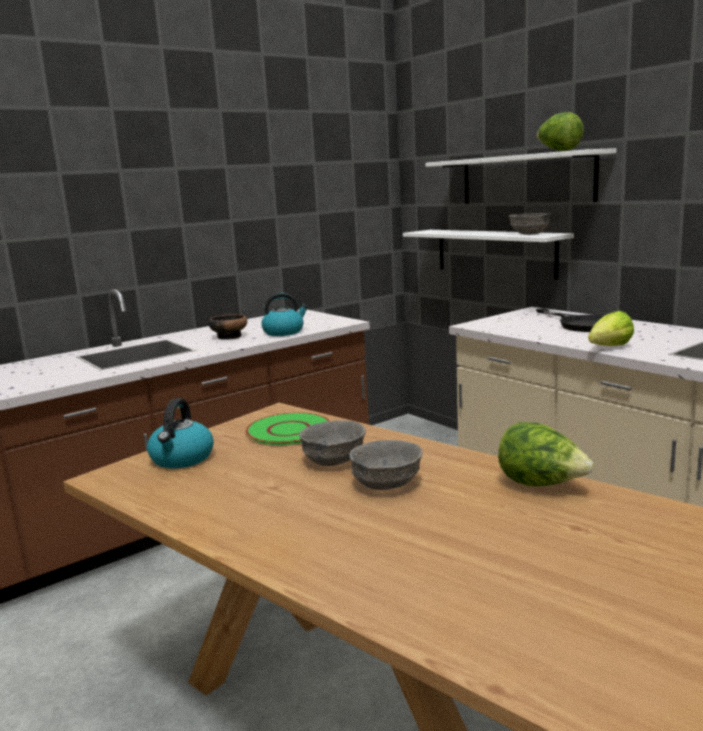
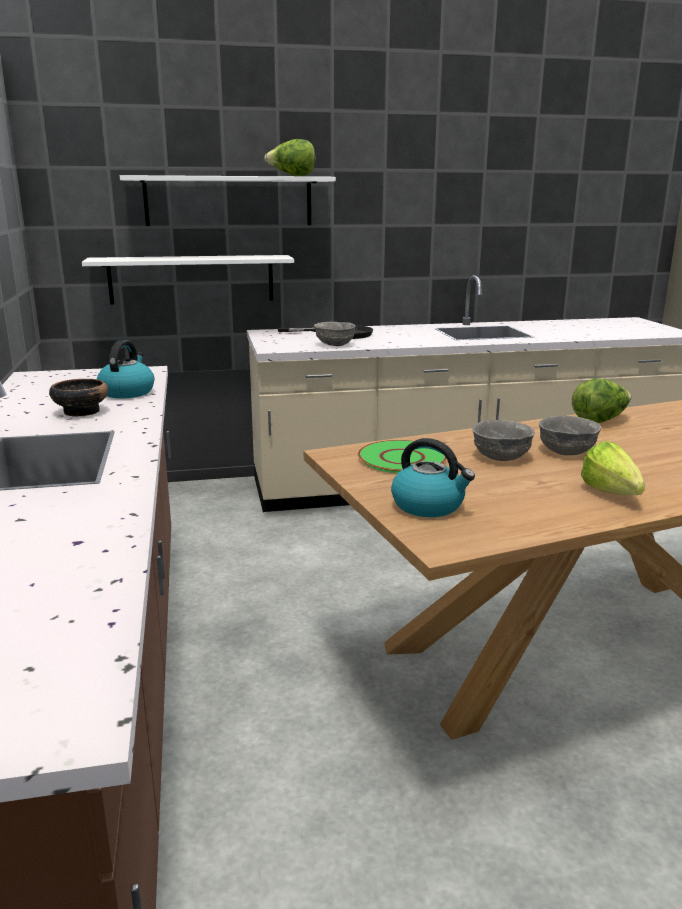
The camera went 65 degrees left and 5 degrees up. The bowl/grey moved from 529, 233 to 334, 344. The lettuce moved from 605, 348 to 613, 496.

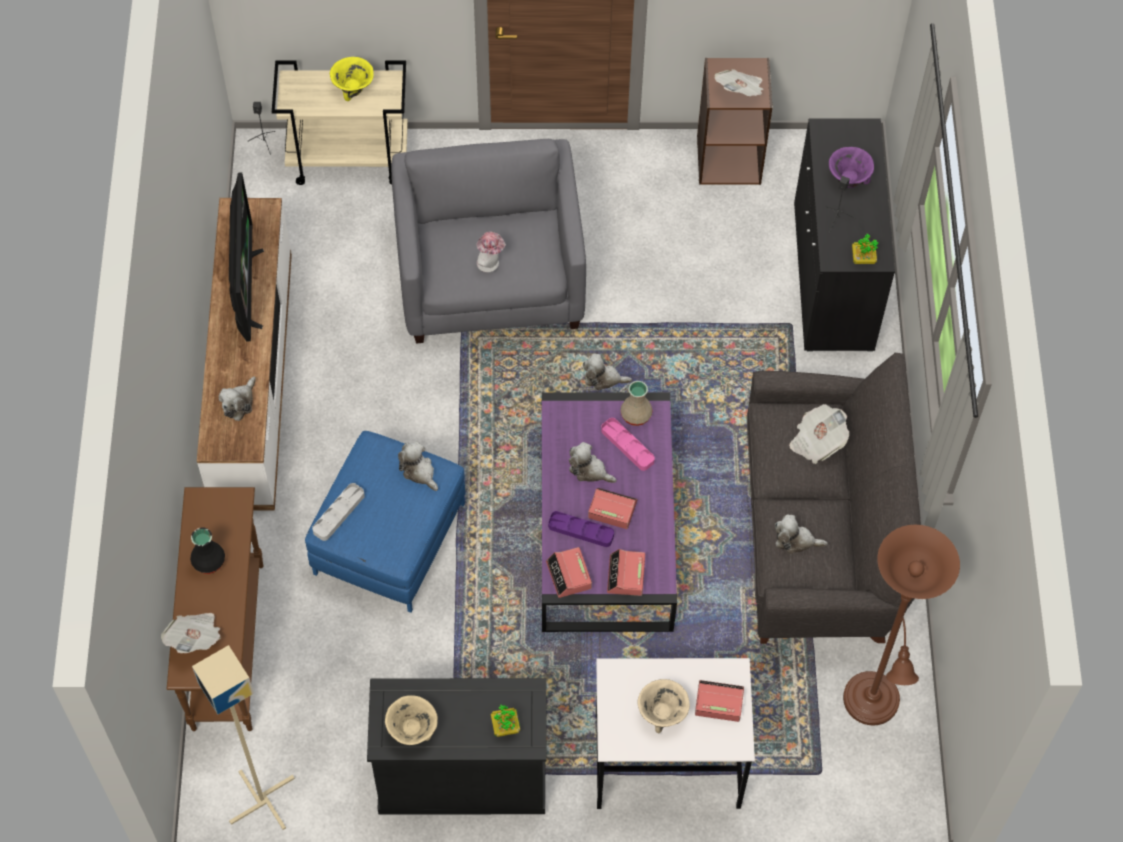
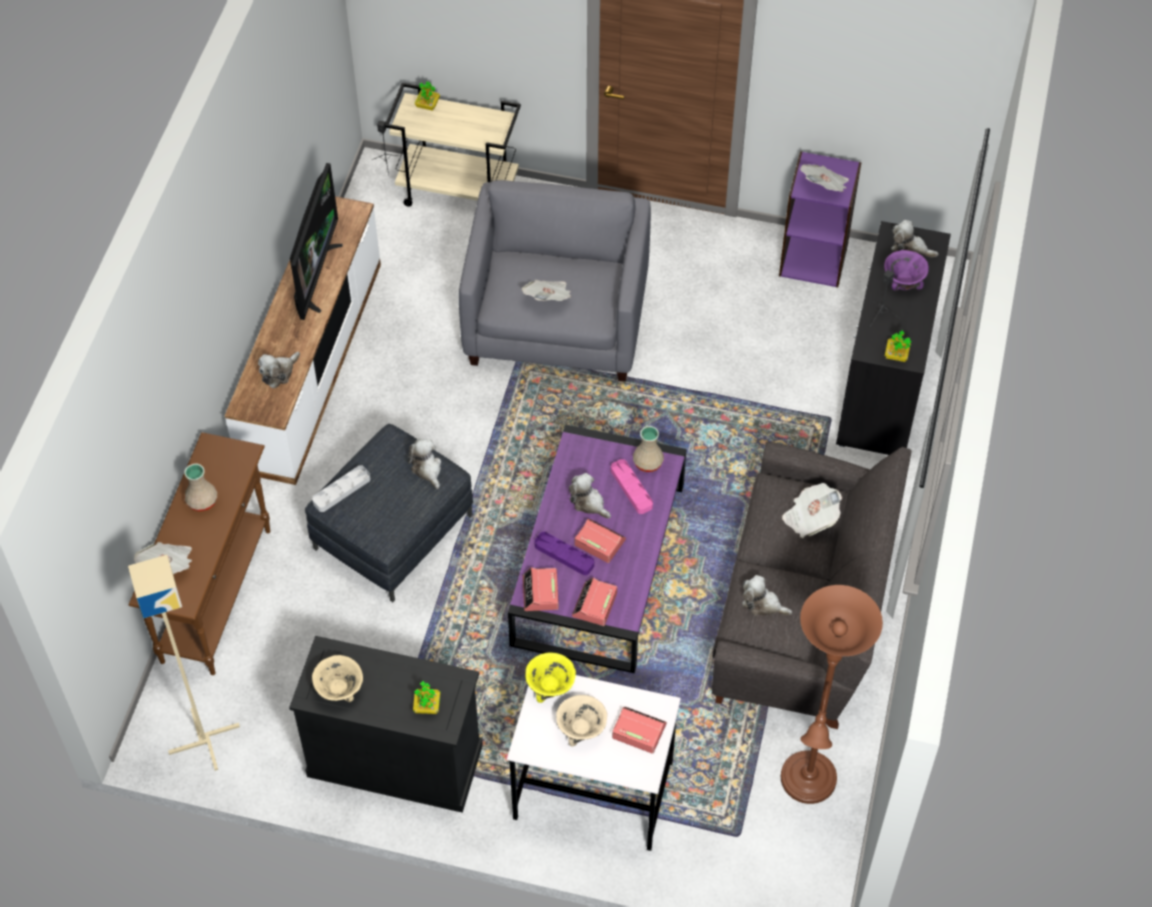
The camera went 15 degrees right and 5 degrees down. The potted plant at 427, 105 appeared. The bowl/yellow moved from 353, 88 to 550, 687. The plush toy moved from 603, 378 to 910, 249. The hat at 490, 264 was replaced by the newspaper at 548, 298. The vase/black at 208, 561 became the vase/beige at 201, 501. The ottoman/blue at 390, 539 became the ottoman/grey at 393, 533. The bookcase/brown at 728, 159 became the bookcase/purple at 814, 259.

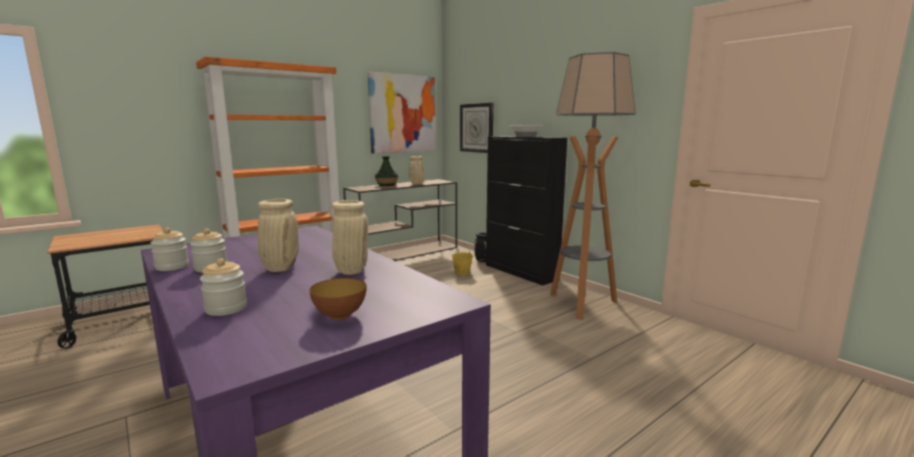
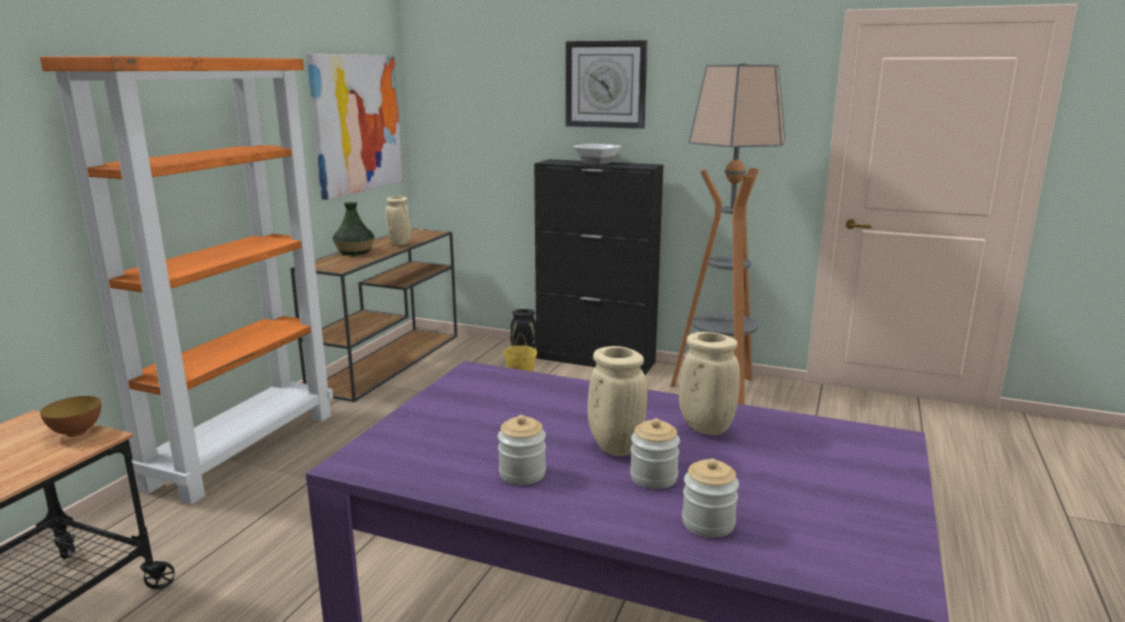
The camera went 30 degrees left and 5 degrees up. The jar moved from 172, 266 to 653, 477. The bowl moved from 340, 316 to 76, 432. The wall clock moved from 476, 128 to 606, 84.

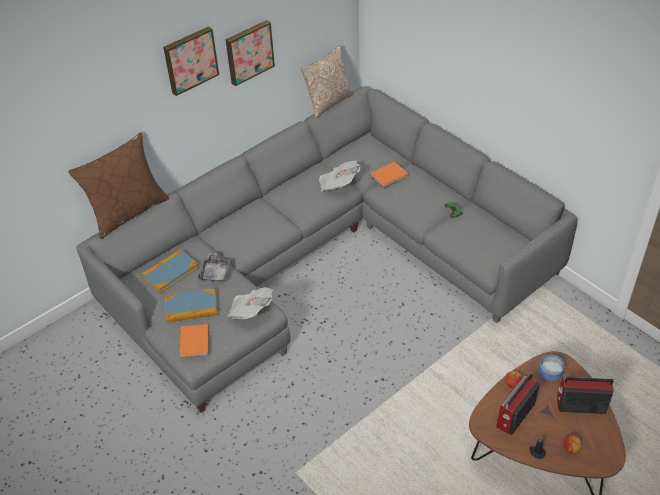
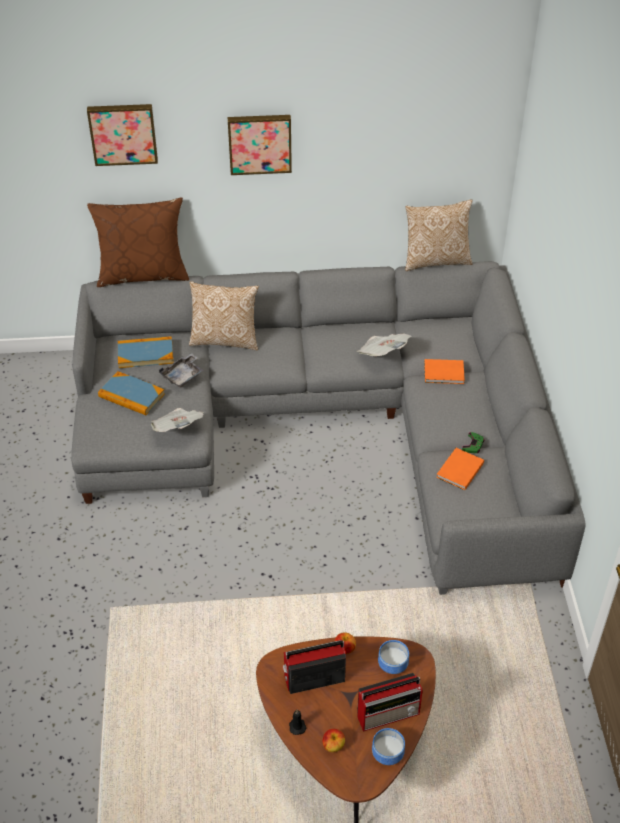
The camera went 35 degrees right and 0 degrees up. The pillow at 225, 340 appeared. The bowl at 388, 752 appeared. The book/orange moved from 194, 343 to 458, 471. The picture moved from 249, 52 to 123, 133. The radio at 580, 405 turned 120 degrees clockwise.

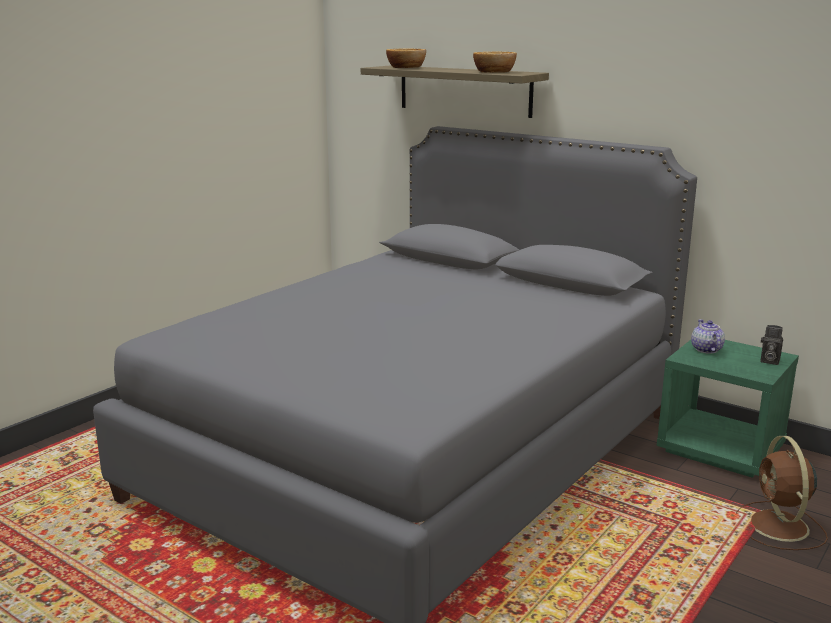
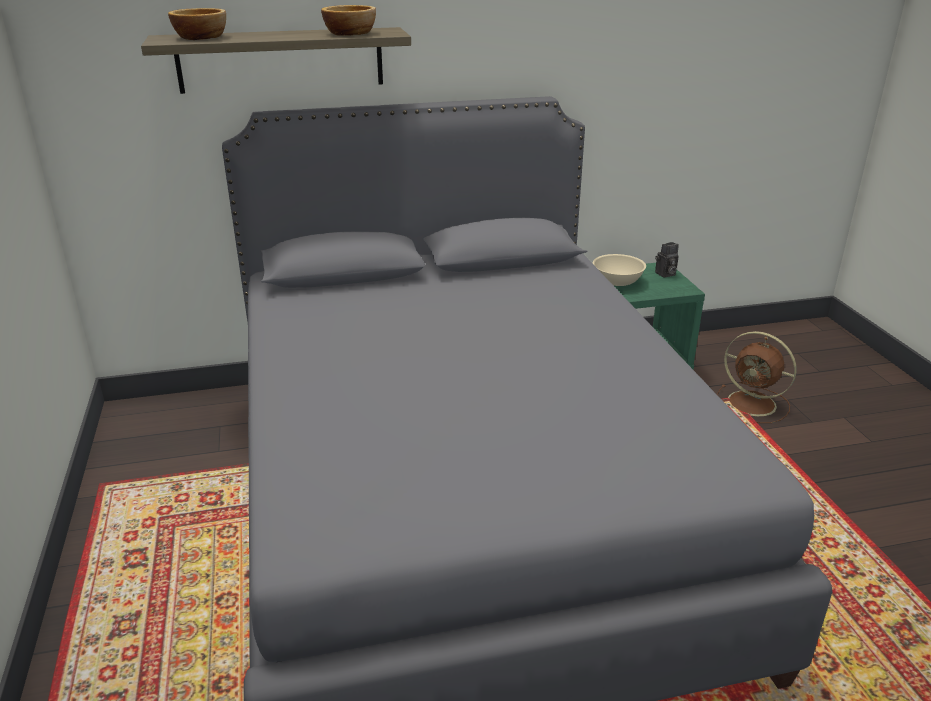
The camera went 50 degrees left and 10 degrees up. The teapot at 706, 349 was replaced by the bowl/beige at 617, 282.

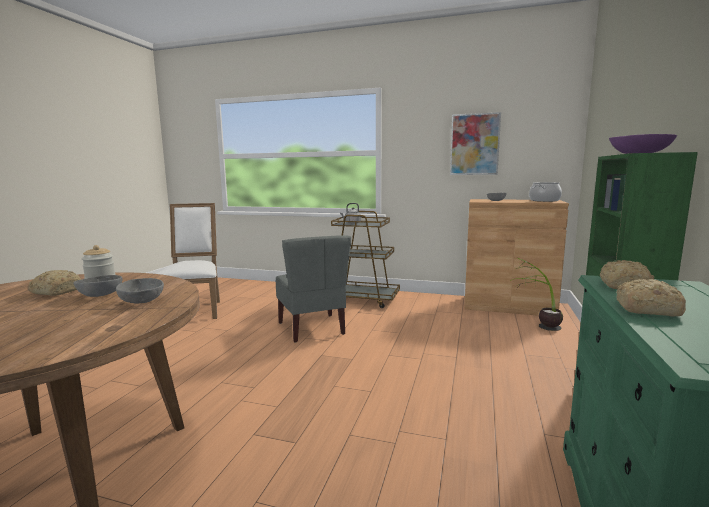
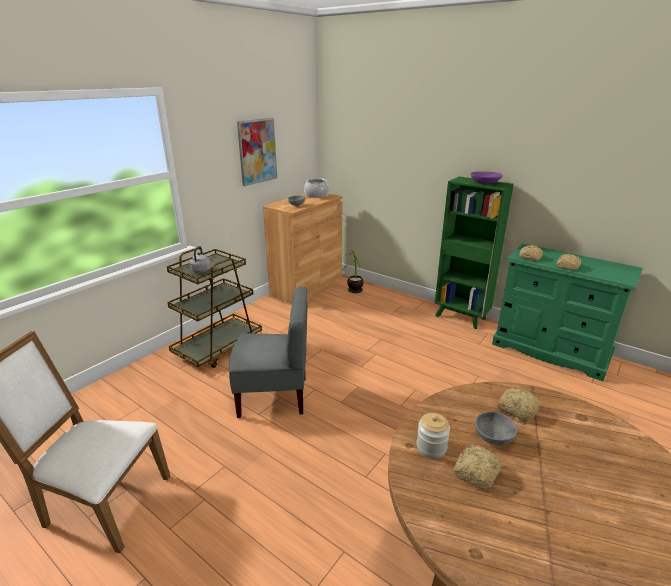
The camera went 70 degrees left and 15 degrees up. The bowl/grey at 143, 301 was replaced by the bread at 516, 409.

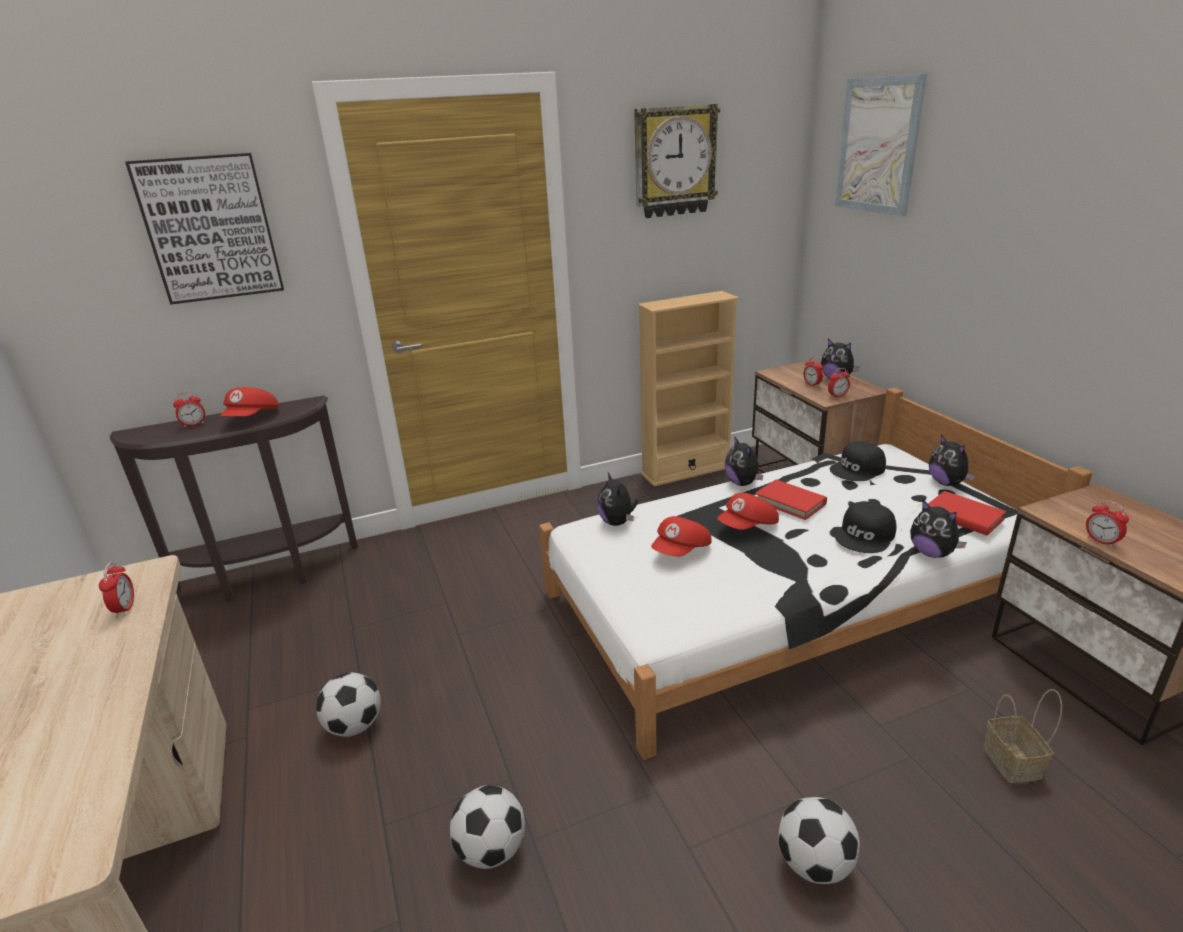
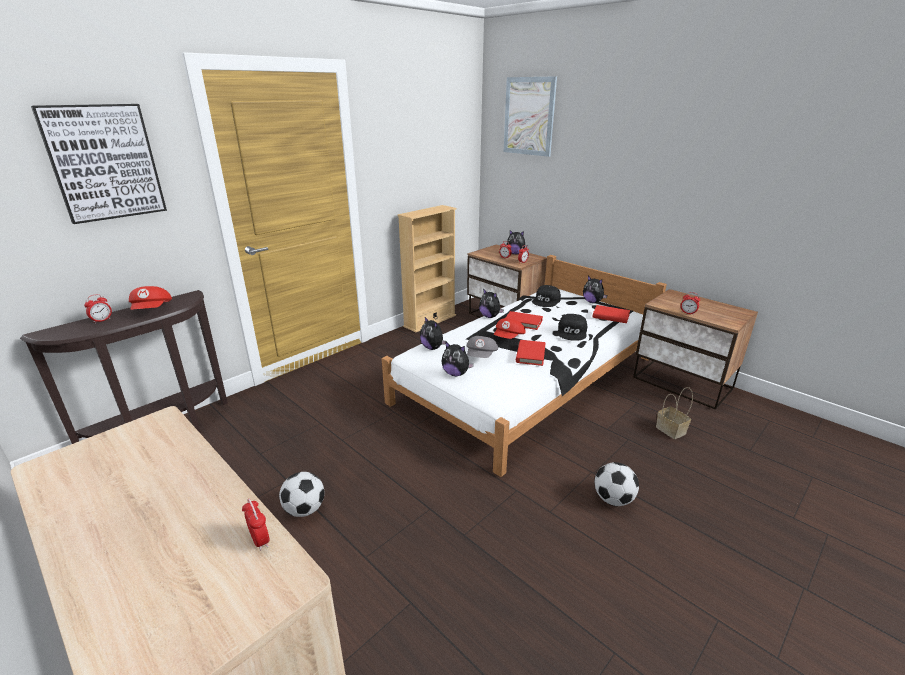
The camera went 25 degrees left and 0 degrees up. The football at 491, 850 disappeared. The wall clock at 674, 161 disappeared. The book/red at 530, 355 appeared. The alarm clock moved from 125, 608 to 260, 540. The plush toy moved from 932, 553 to 456, 374. The cap/red at 681, 551 became the cap/grey at 481, 356.

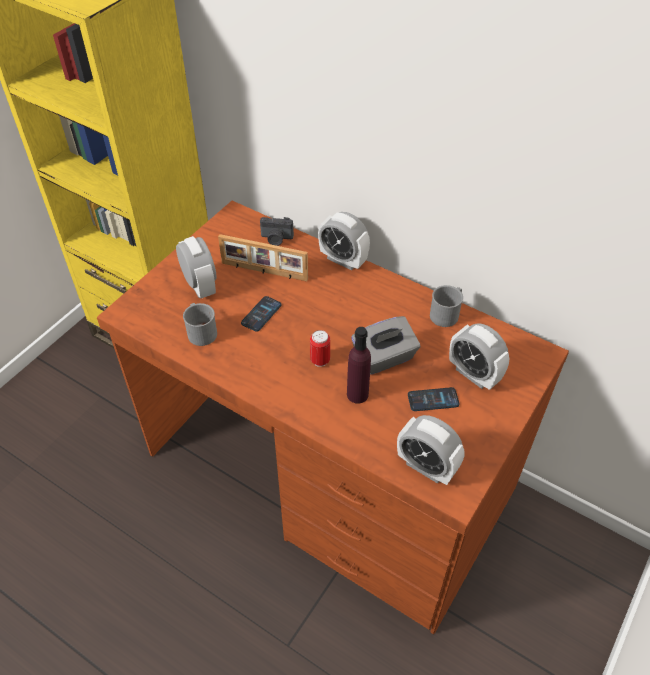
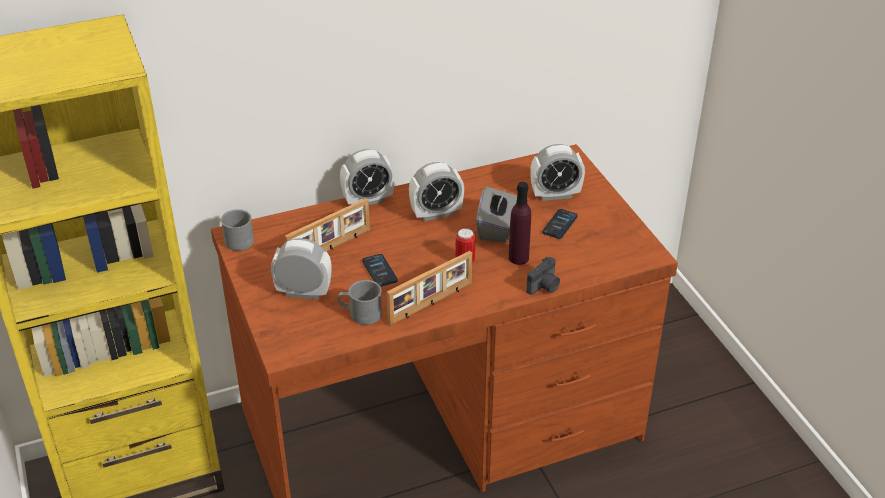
The camera went 55 degrees left and 10 degrees down. The picture frame at 431, 303 appeared. The photo camera moved from 276, 239 to 544, 287. The alarm clock moved from 426, 467 to 436, 213. The mug/grey moved from 446, 313 to 238, 239.

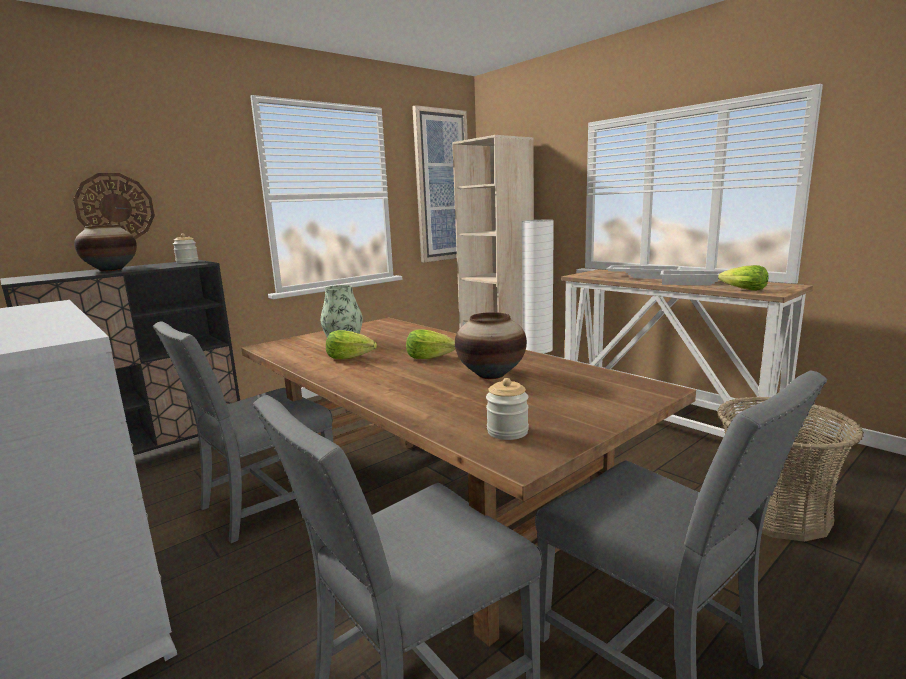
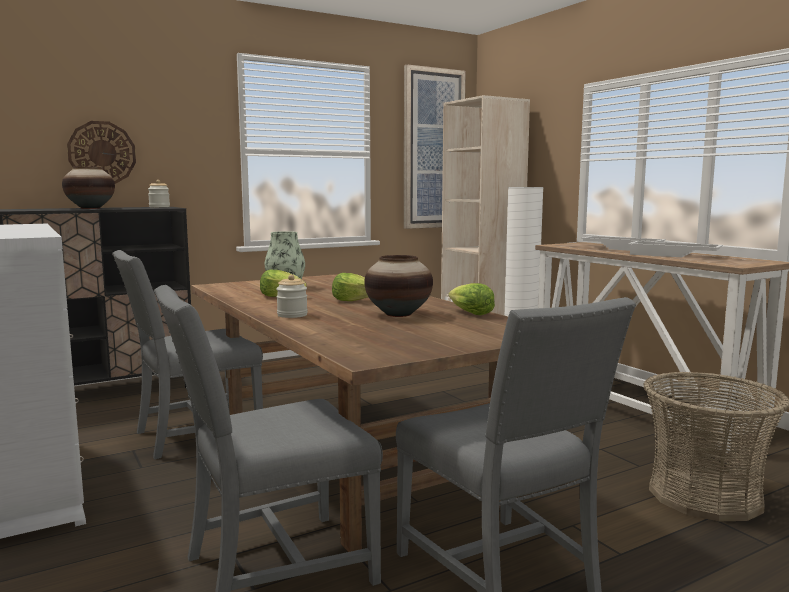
The camera went 10 degrees right and 5 degrees down. The jar moved from 507, 431 to 292, 315. The lettuce moved from 743, 290 to 469, 313.

